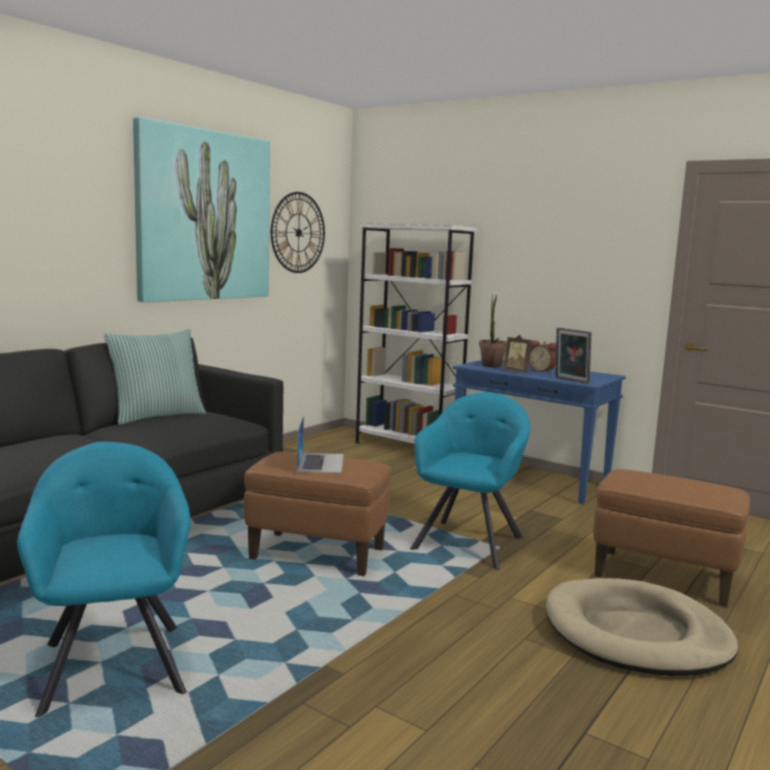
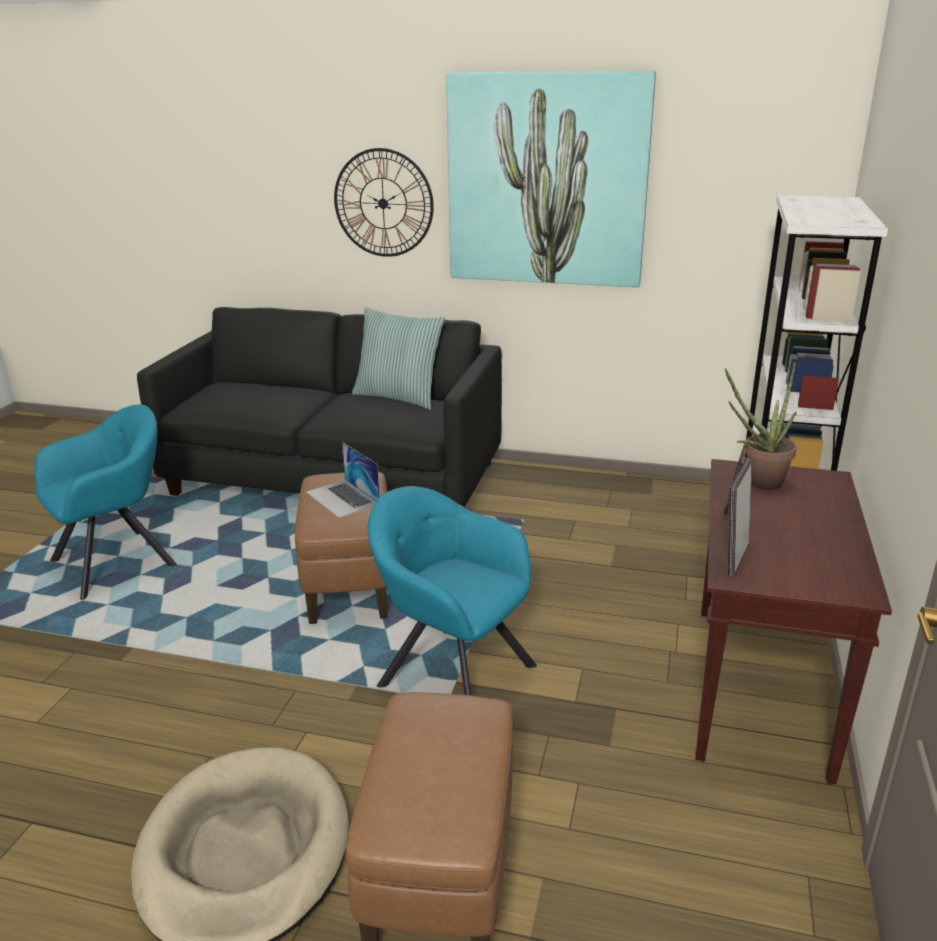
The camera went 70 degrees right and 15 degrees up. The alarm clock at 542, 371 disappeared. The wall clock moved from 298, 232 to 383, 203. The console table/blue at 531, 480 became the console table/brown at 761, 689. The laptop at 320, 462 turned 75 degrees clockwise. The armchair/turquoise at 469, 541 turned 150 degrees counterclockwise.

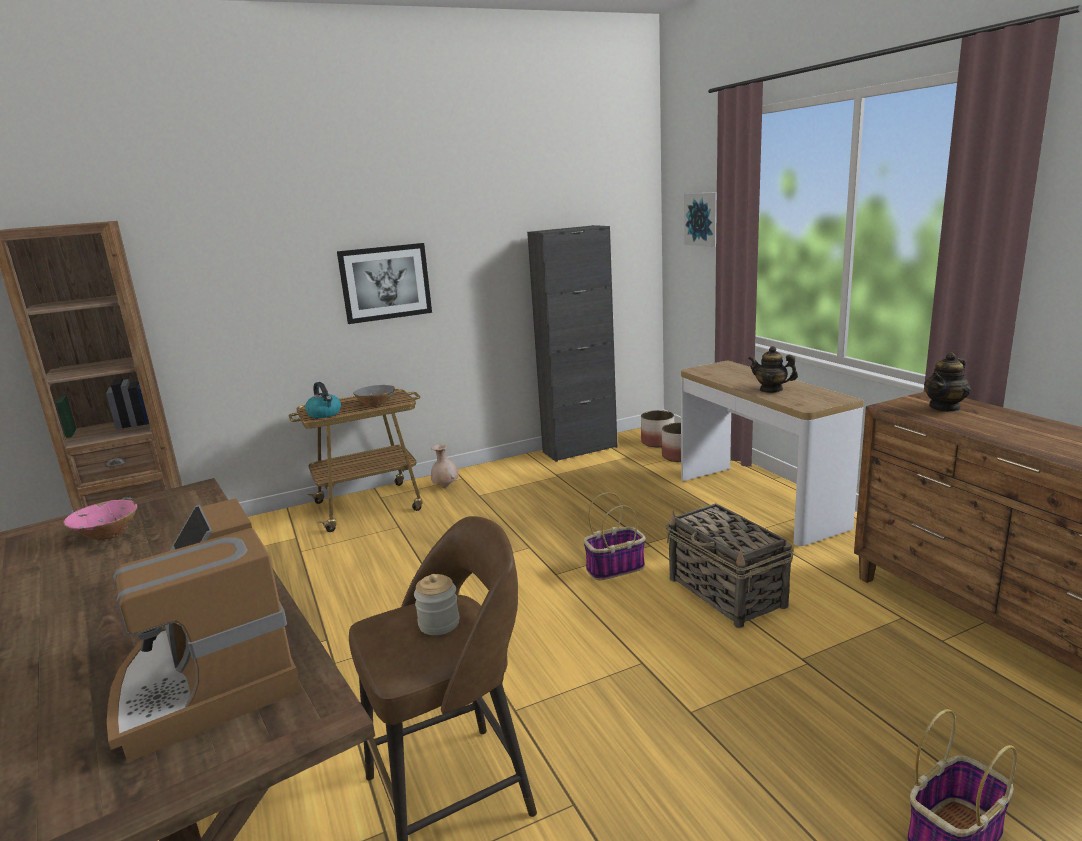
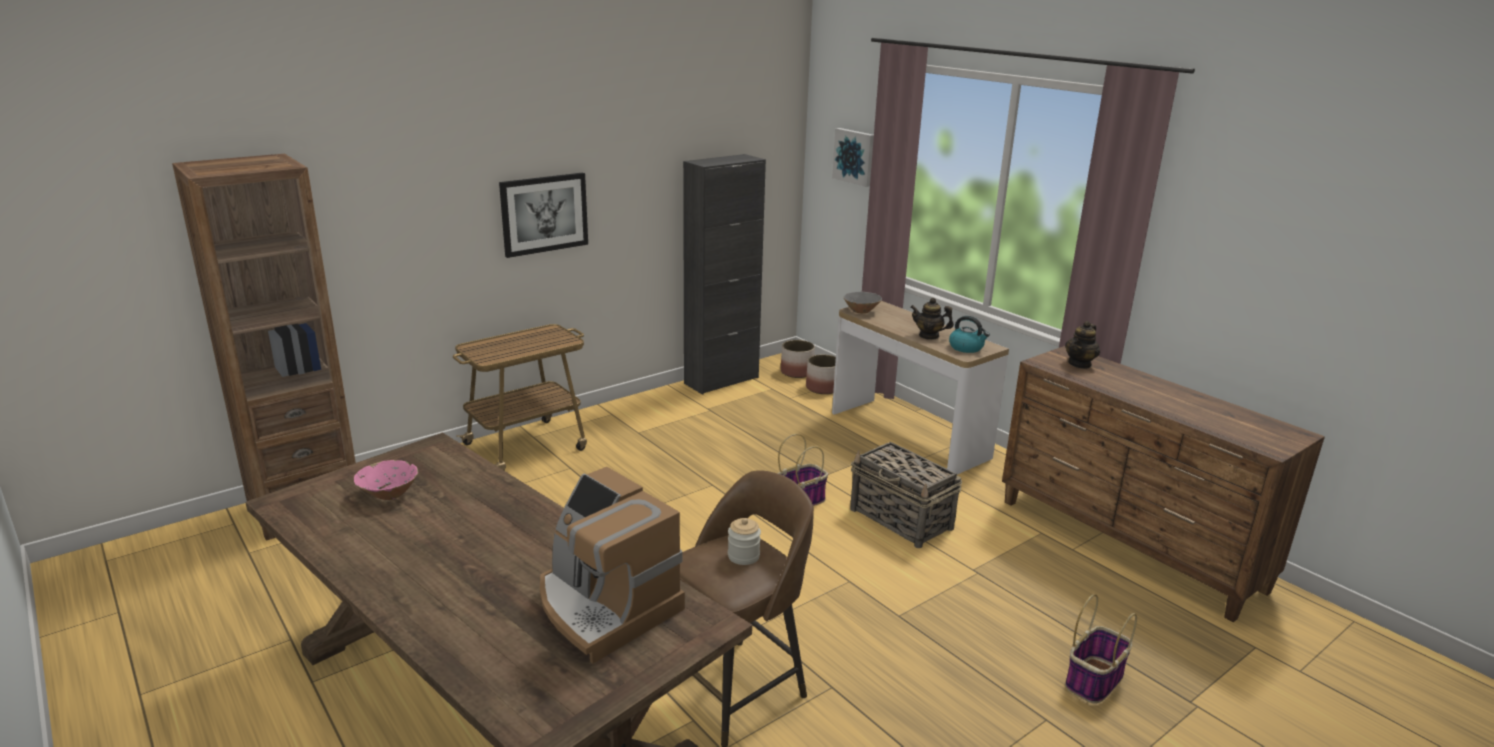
The camera went 15 degrees left and 5 degrees up. The vase/beige at 445, 486 disappeared. The kettle moved from 325, 414 to 966, 348. The bowl/grey moved from 376, 405 to 861, 311.

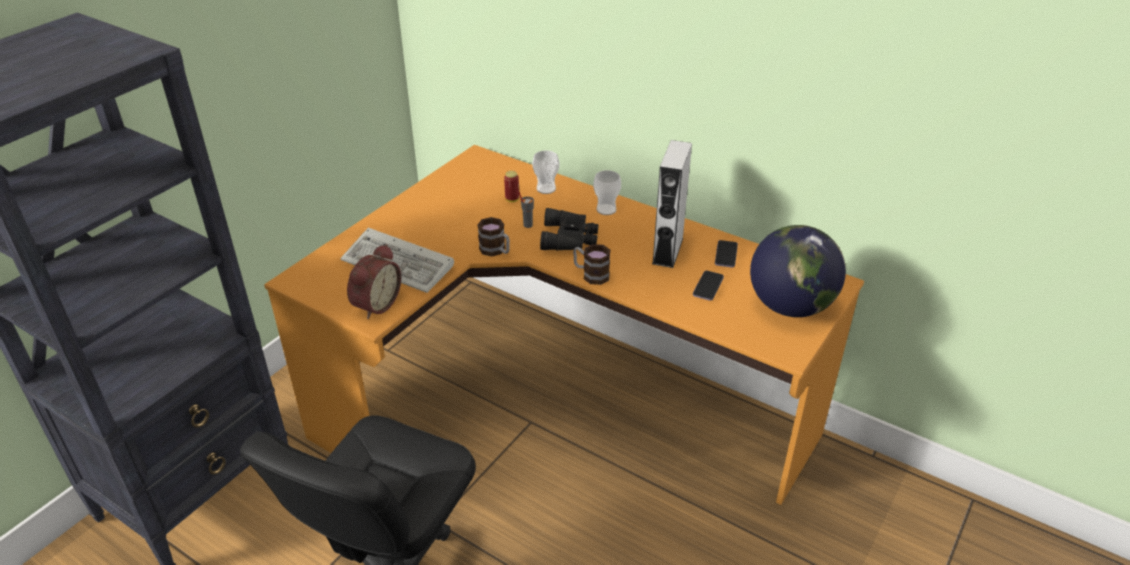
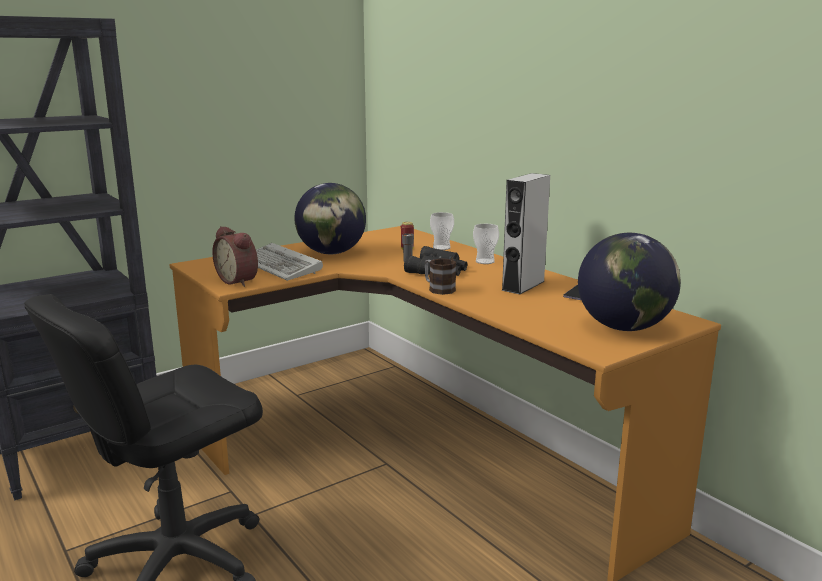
The camera went 20 degrees right and 20 degrees down. The mug at 496, 251 disappeared. The phone at 708, 287 disappeared. The globe at 331, 253 appeared. The alarm clock at 375, 304 turned 90 degrees clockwise.

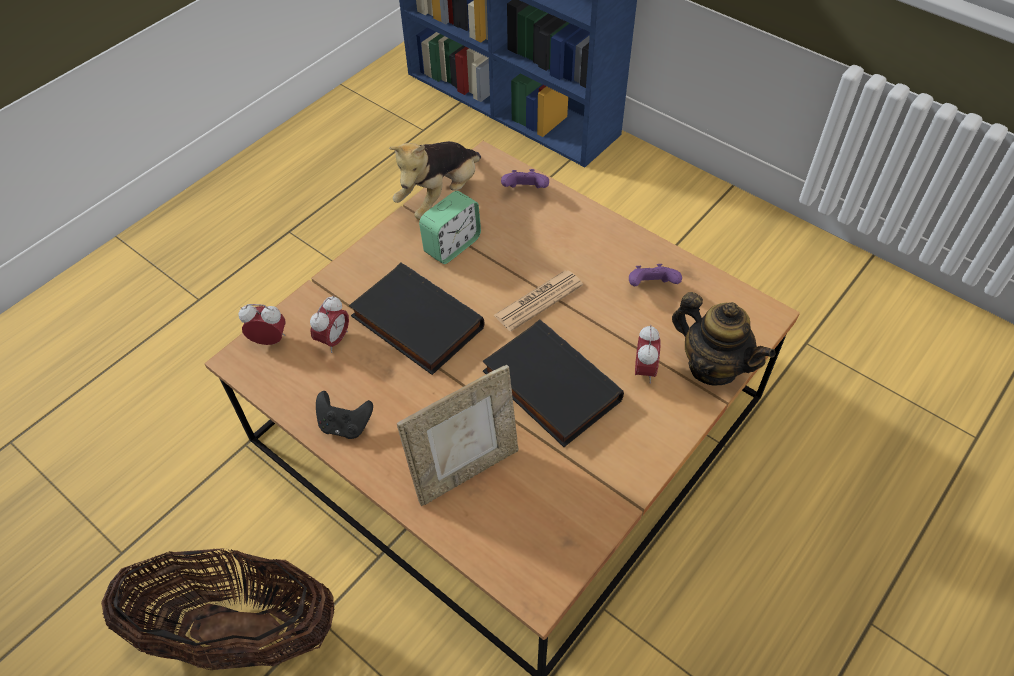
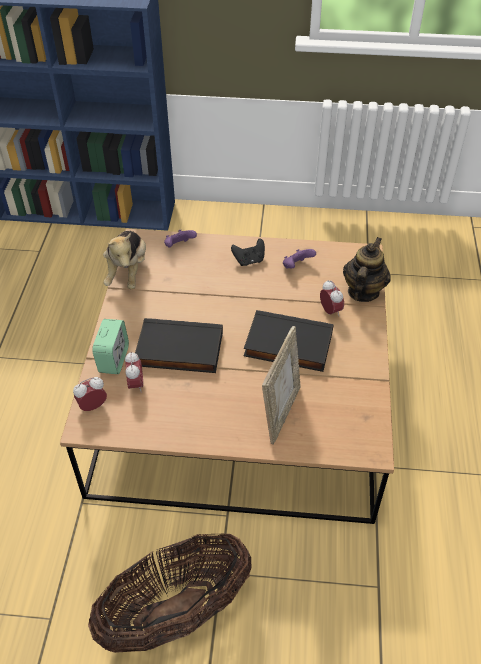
The camera went 35 degrees left and 5 degrees down. The newspaper at 538, 301 disappeared. The game controller/black moved from 345, 425 to 249, 260. The alarm clock moved from 452, 245 to 113, 359. The teapot at 712, 366 turned 75 degrees counterclockwise.

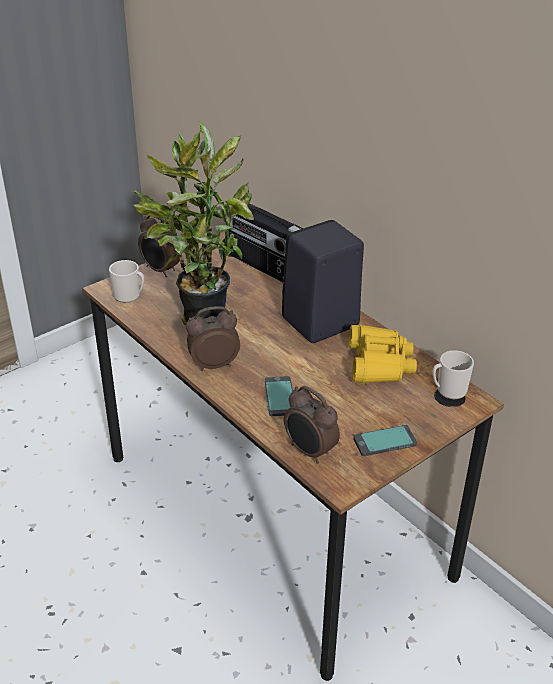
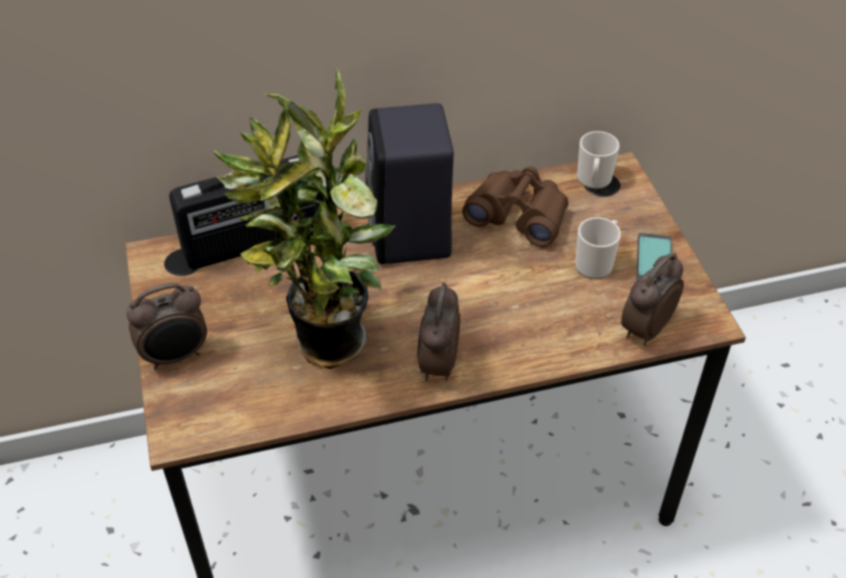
The camera went 65 degrees left and 10 degrees up. The phone at 279, 397 disappeared. The mug moved from 129, 296 to 596, 263. The binoculars/yellow at 379, 363 became the binoculars/brown at 519, 215. The alarm clock at 309, 452 turned 150 degrees clockwise.

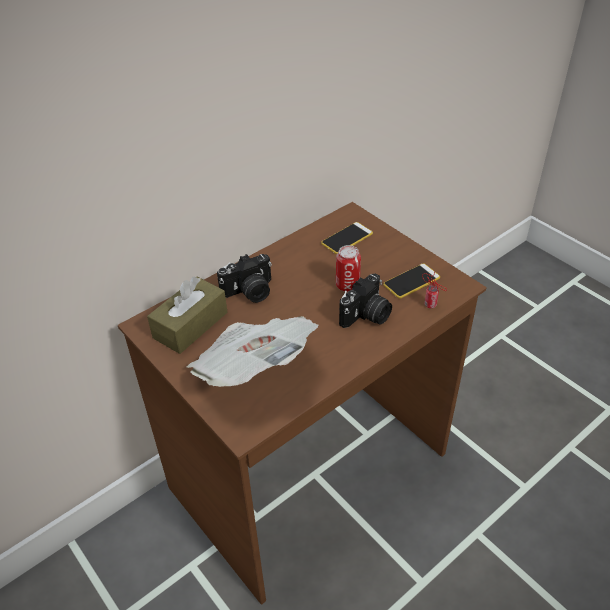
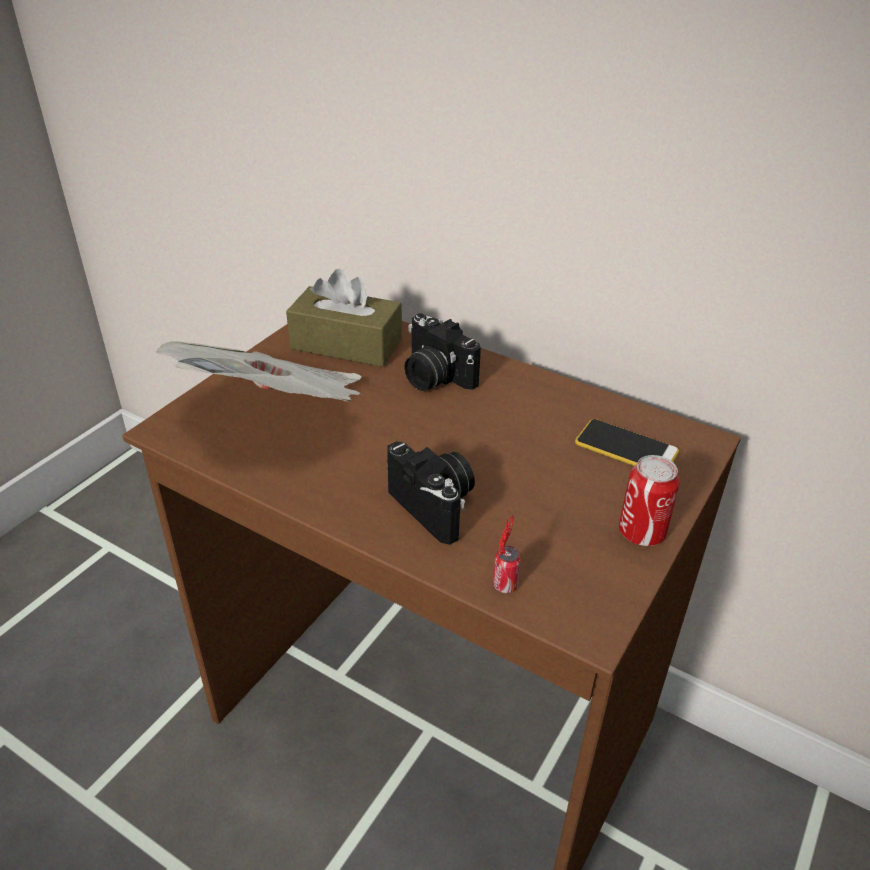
The camera went 70 degrees right and 5 degrees down. The phone at 411, 281 disappeared. The can moved from 347, 285 to 641, 532. The photo camera at 366, 316 turned 150 degrees counterclockwise.

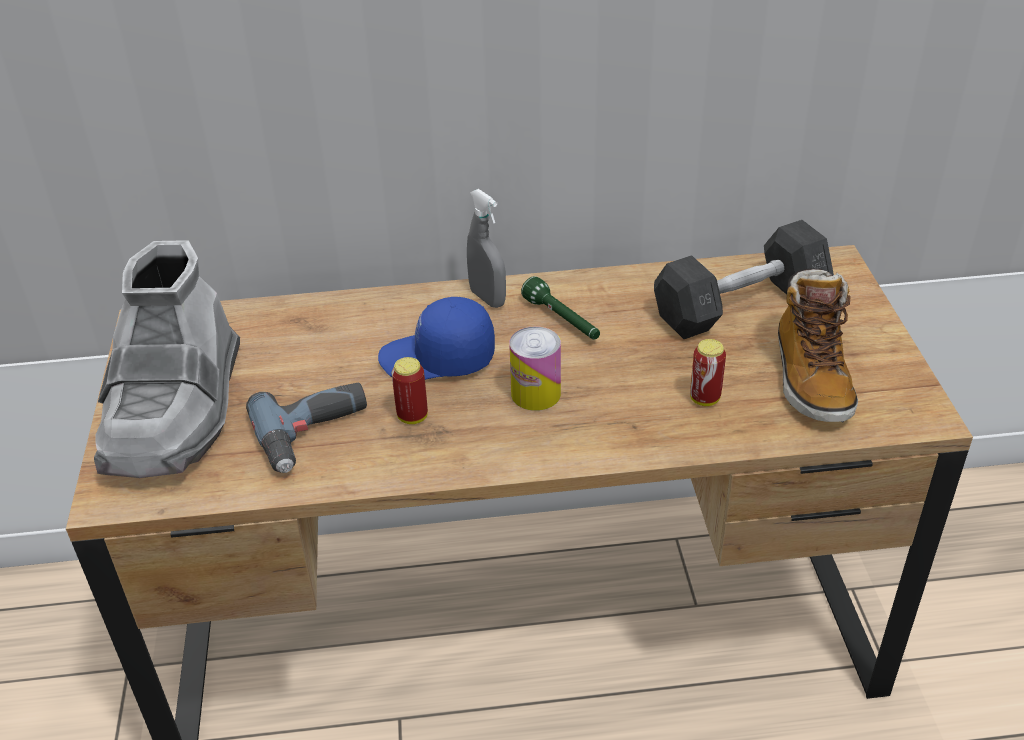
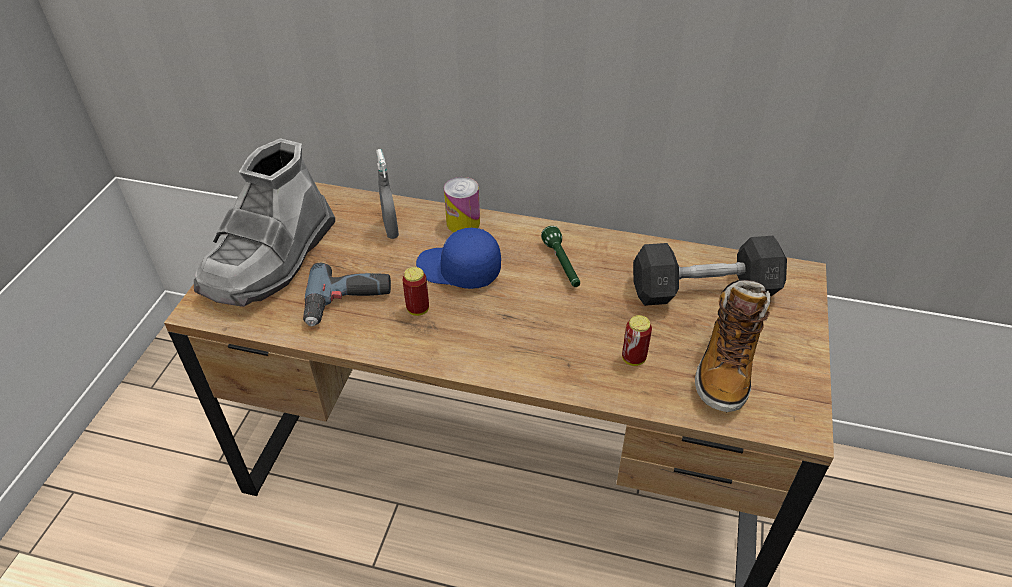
The camera went 20 degrees right and 5 degrees up. The spray bottle/grey moved from 487, 298 to 391, 229. The can moved from 535, 394 to 463, 223.

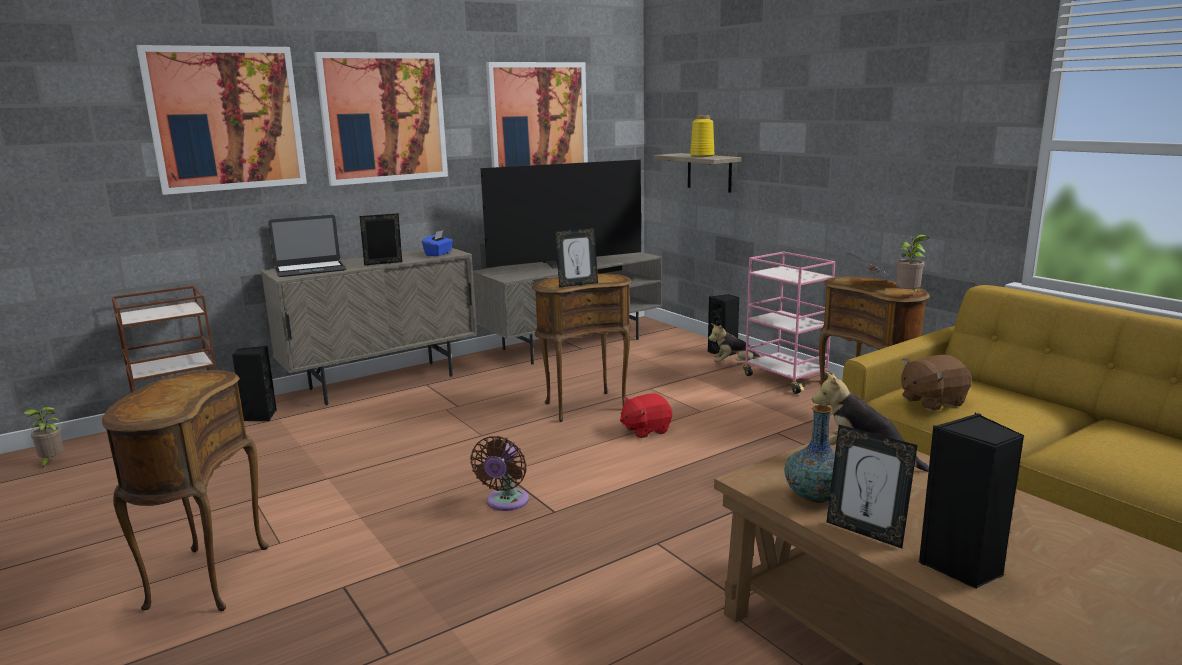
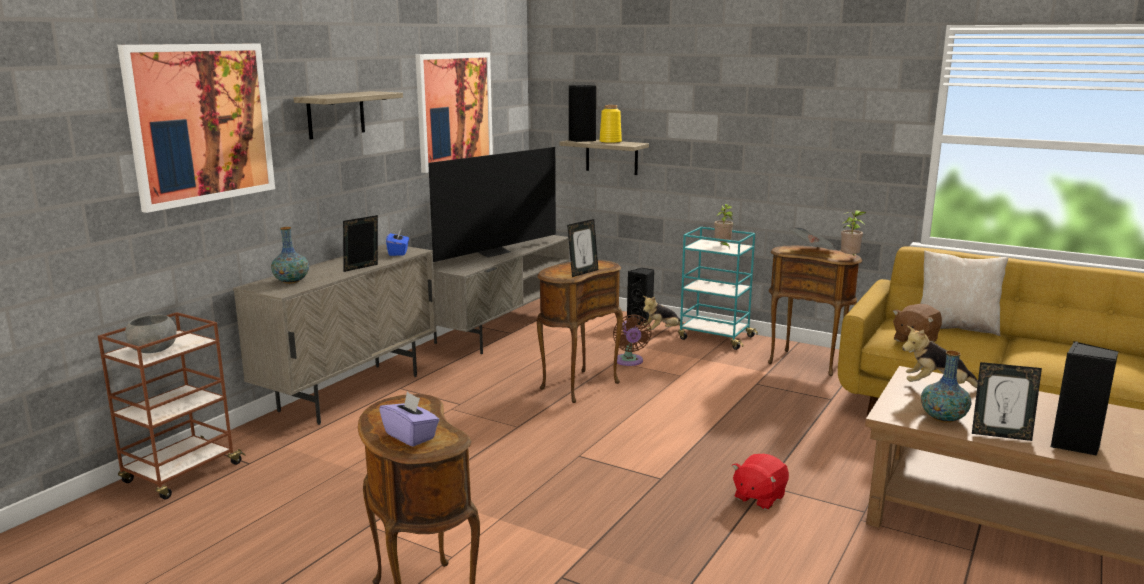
The camera went 25 degrees left and 0 degrees up. The bowl/grey at 154, 350 appeared. The tissue box/purple at 410, 436 appeared. The pillow/beige at 956, 327 appeared. The potted plant moved from 51, 462 to 723, 247. The speaker/black moved from 259, 416 to 581, 140. The fan/brown moved from 505, 503 to 629, 362. The plush toy/red moved from 645, 430 to 759, 497. The laptop at 310, 269 was replaced by the vase at 291, 281. The picture at 384, 118 was replaced by the shelf at 336, 114. The cart/pink at 786, 378 became the cart/turquoise at 715, 337.

